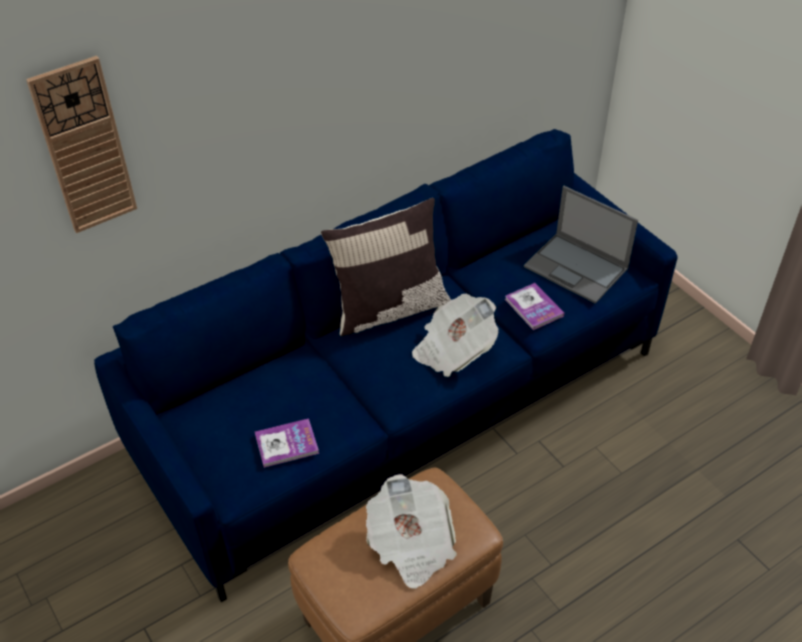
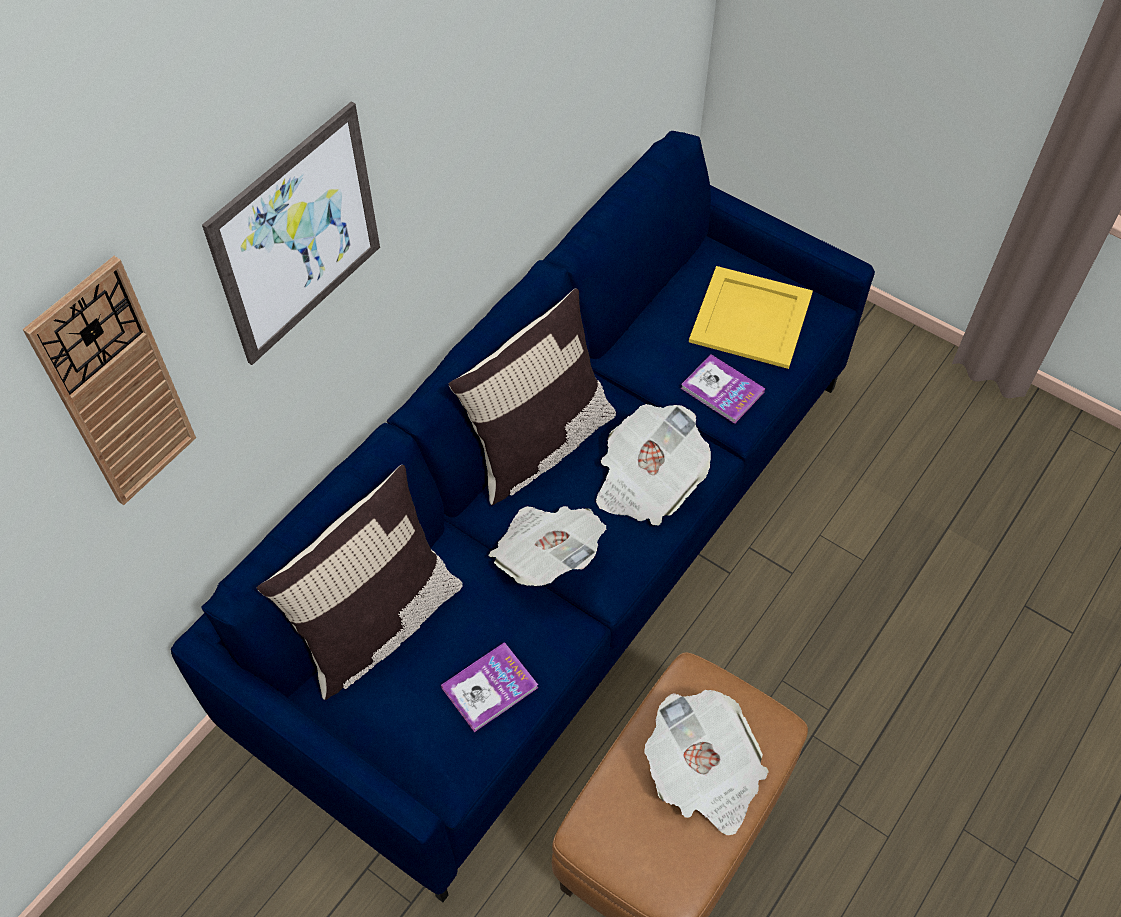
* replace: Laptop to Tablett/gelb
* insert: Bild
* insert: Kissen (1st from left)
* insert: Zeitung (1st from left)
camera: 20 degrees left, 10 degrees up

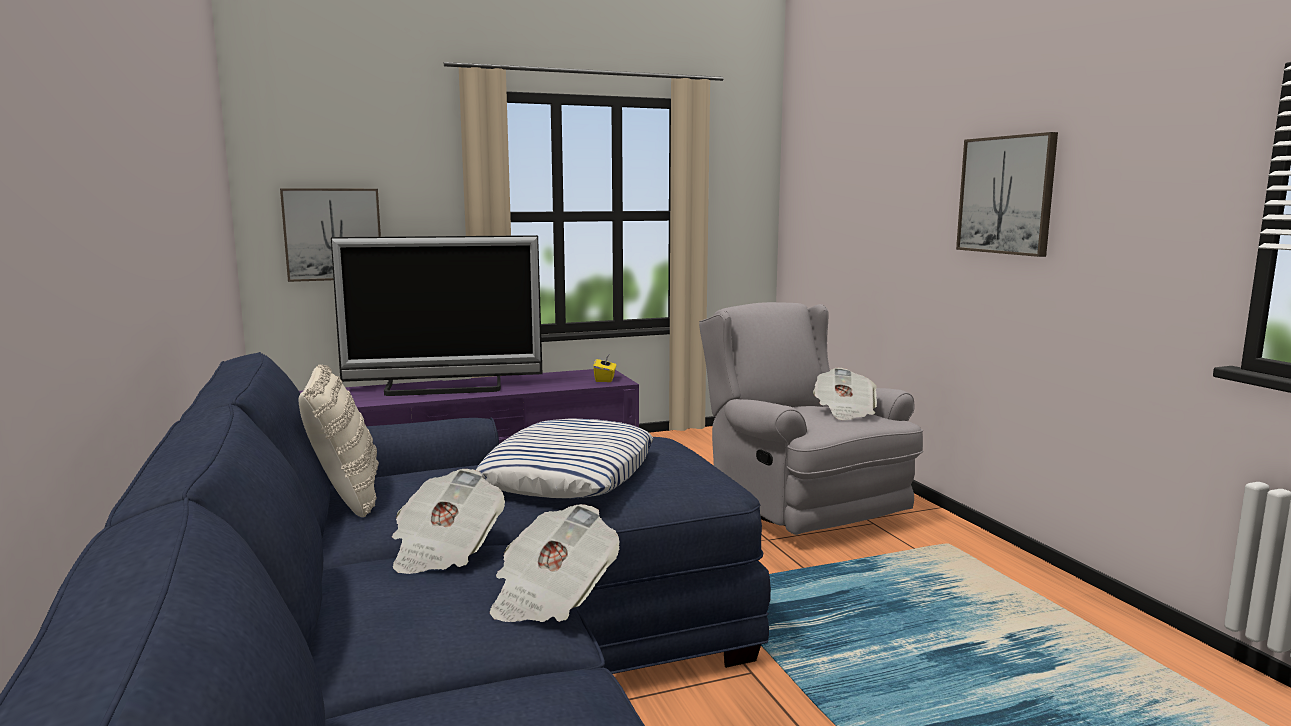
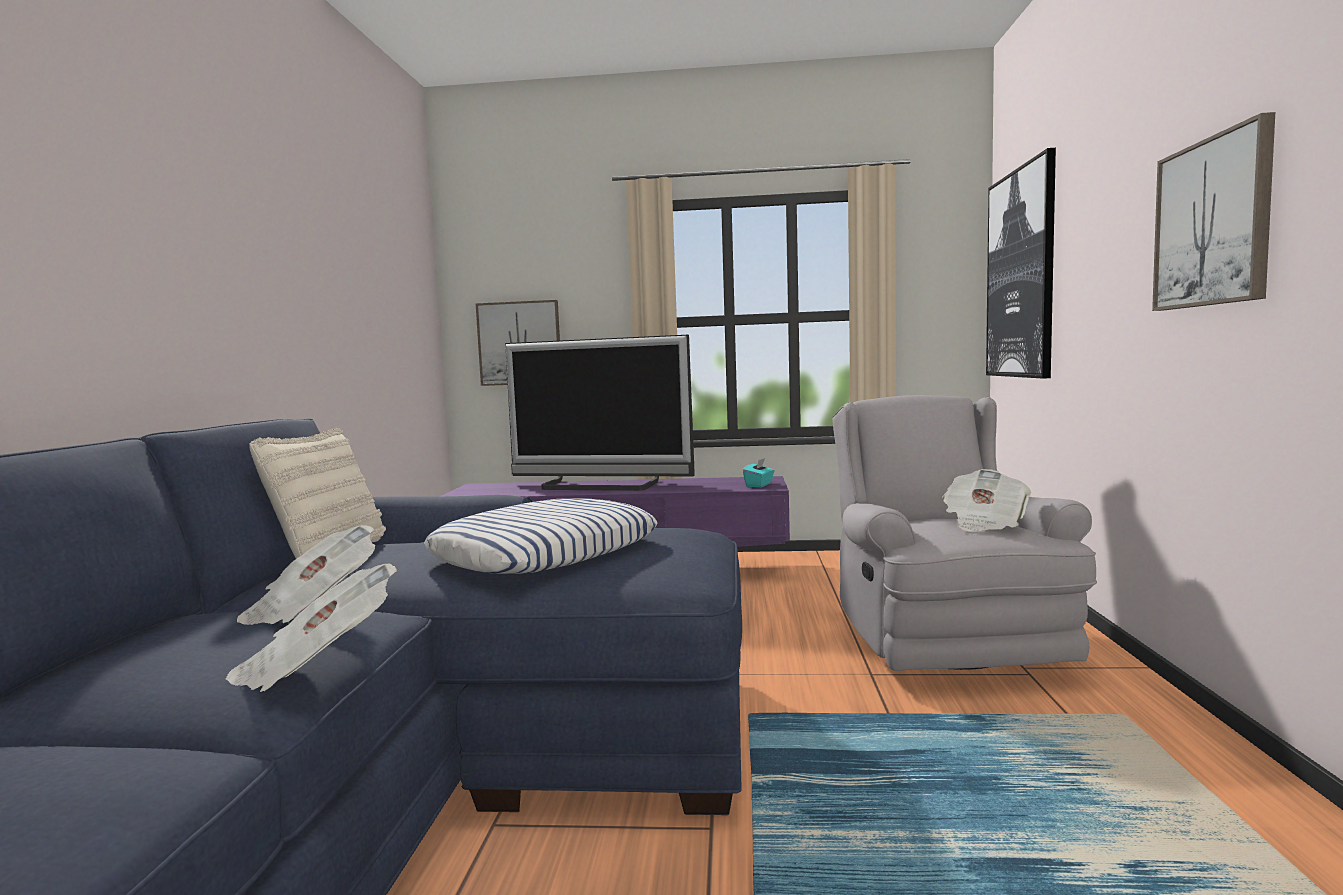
* recolor: Taschentuchbox/gelb to Taschentuchbox/türkis
* insert: Bild (2nd from left)
camera: 25 degrees right, 5 degrees down

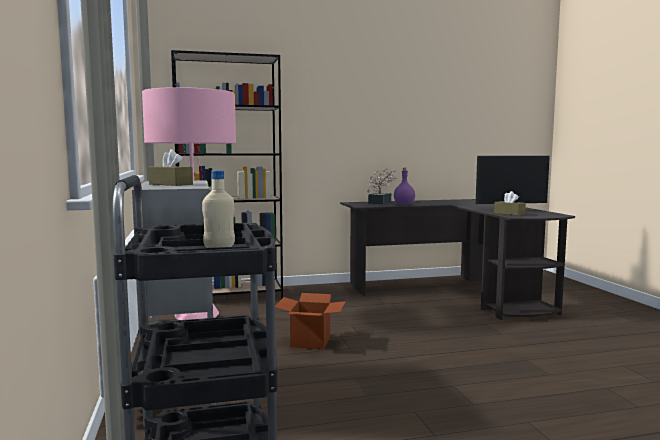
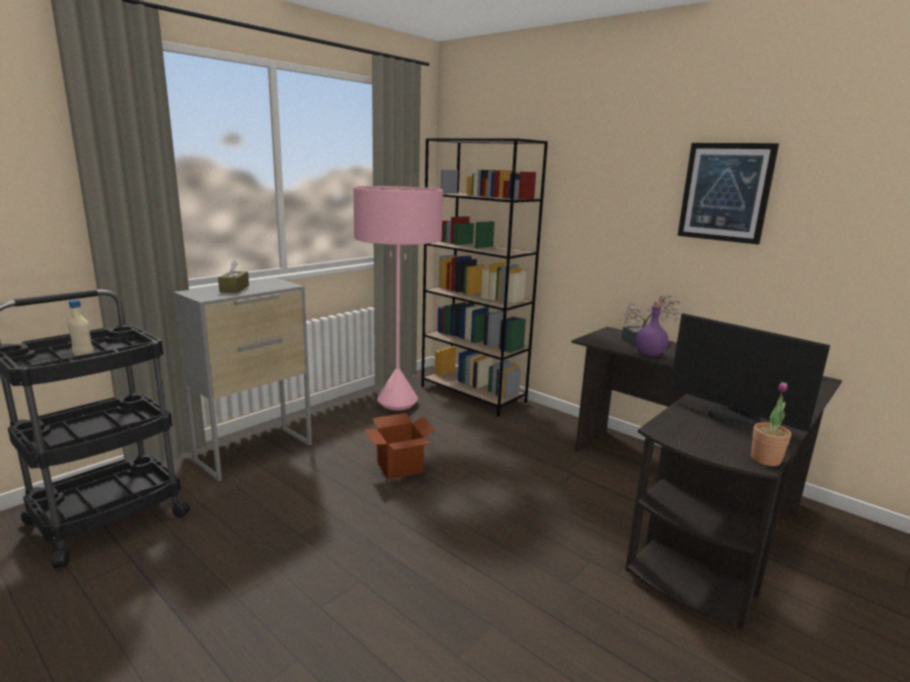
* delete: Taschentuchbox/braun (2nd from left)
* insert: Bild
* insert: Topfpflanze (2nd from left)
camera: 55 degrees right, 10 degrees up

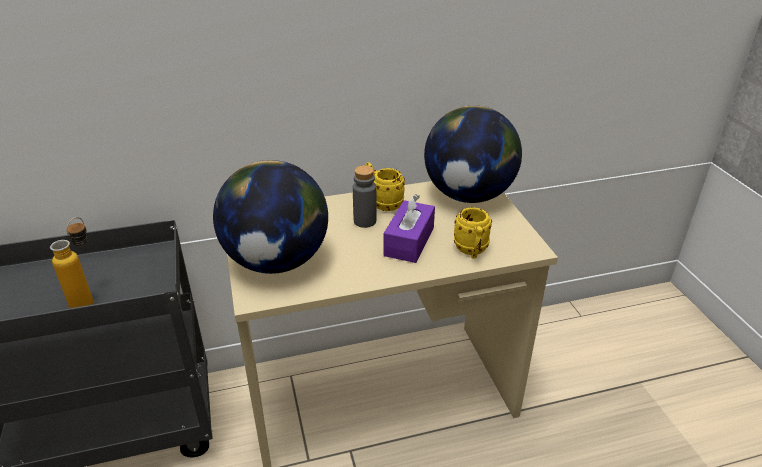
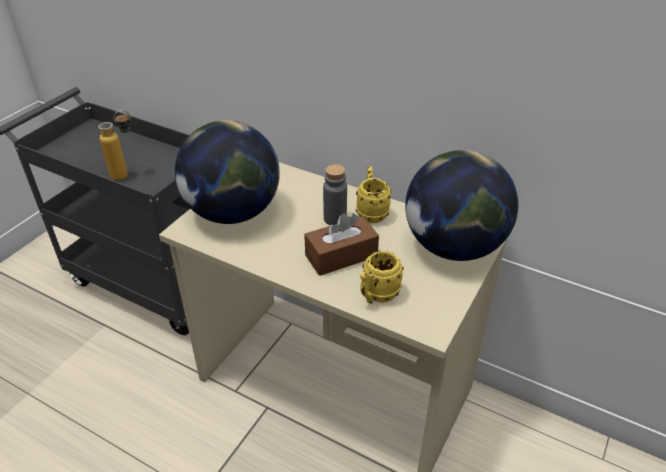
* recolor: Taschentuchbox/lila to Taschentuchbox/braun
camera: 45 degrees right, 5 degrees up

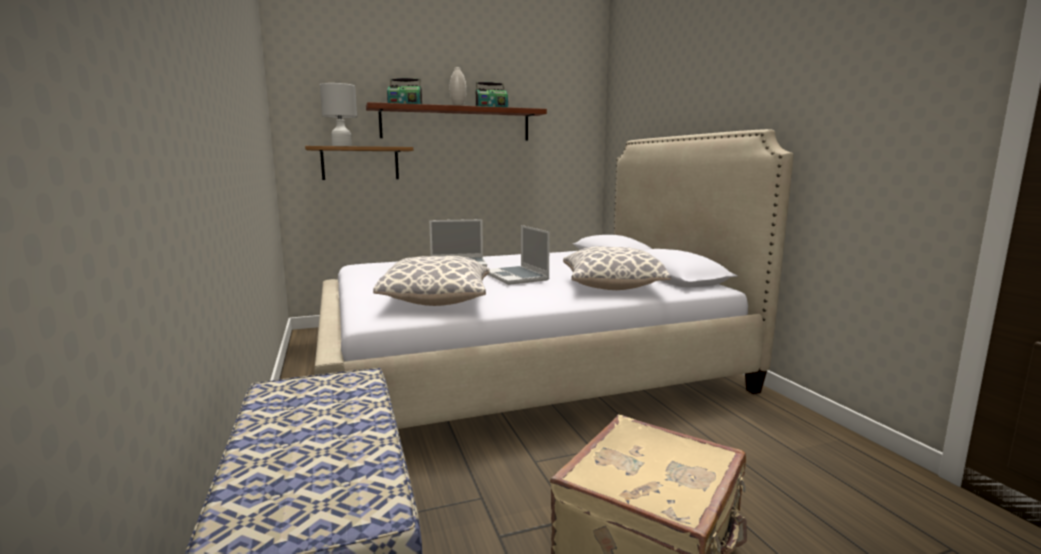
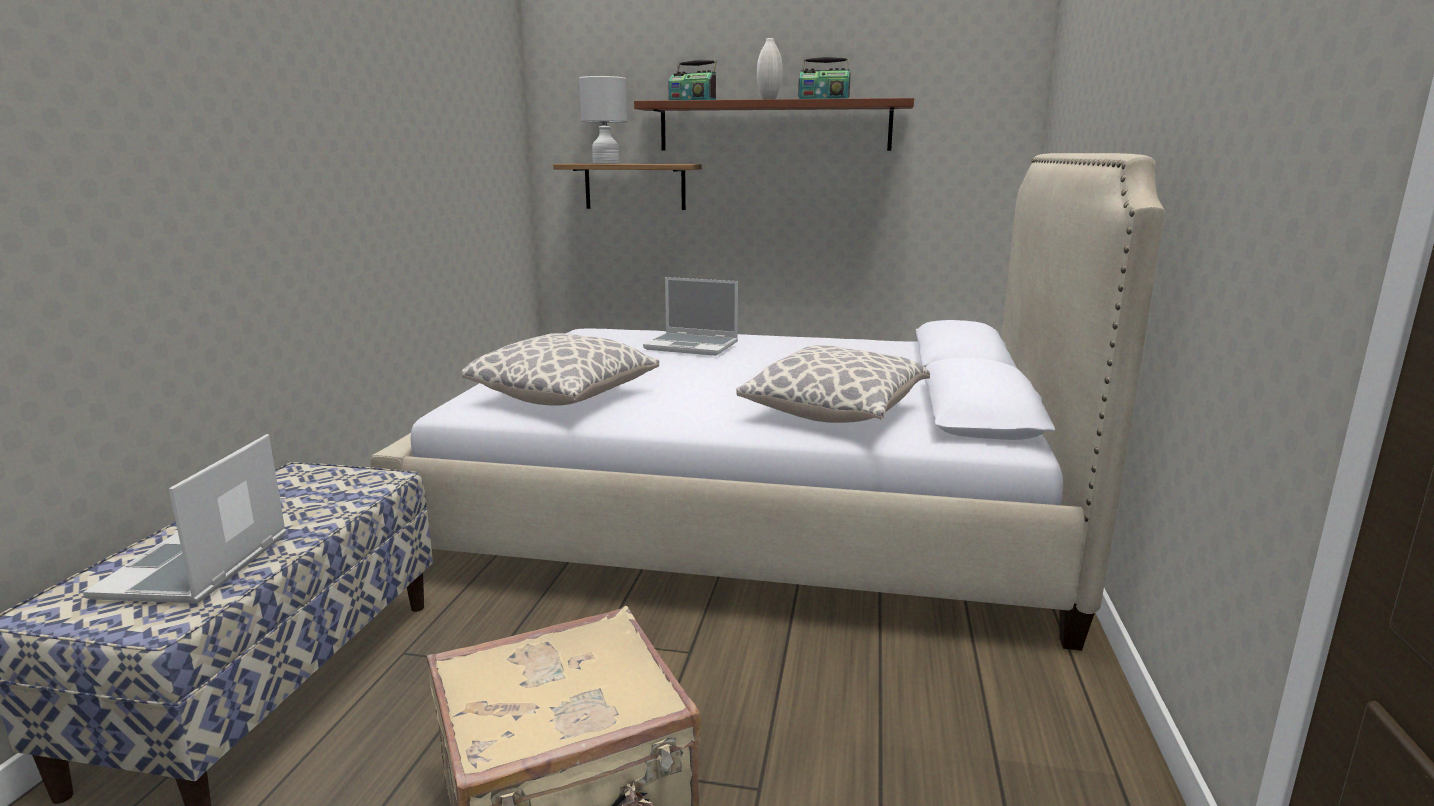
* move: Laptop (2nd from left in the first image) to Laptop (1st from left)
camera: 30 degrees right, 5 degrees up

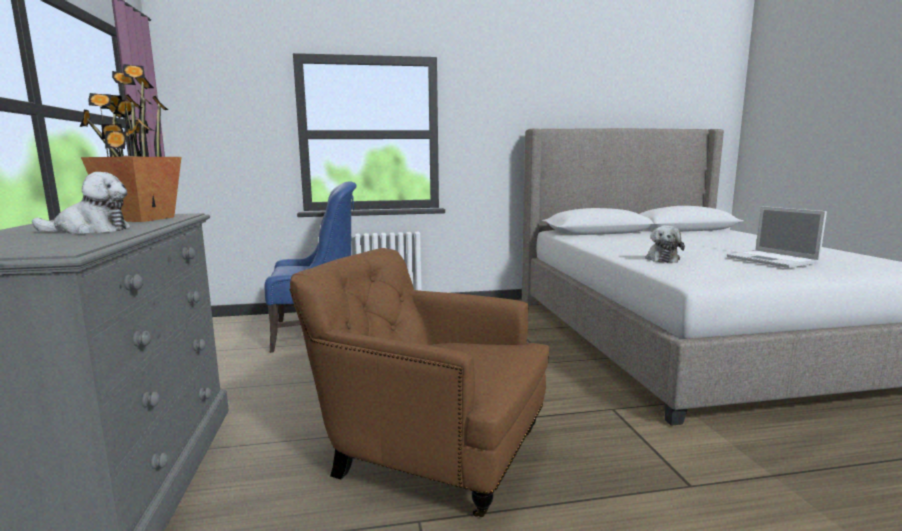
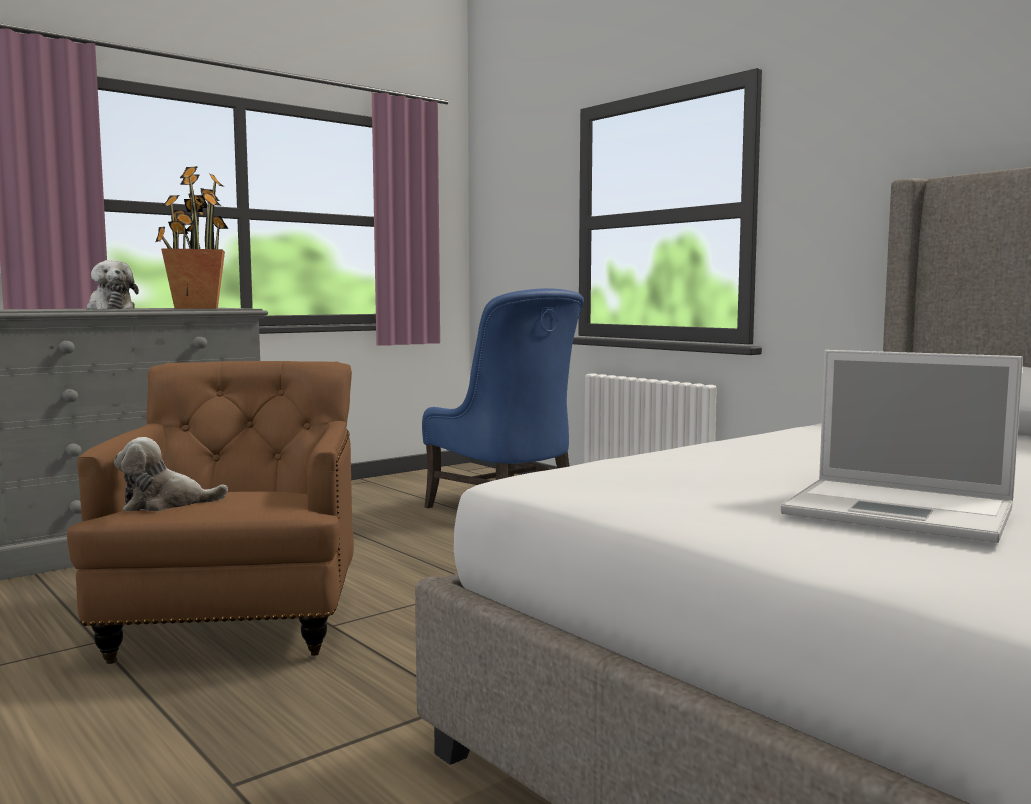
* move: Plüschtier (2nd from left)
* rotate: Laptop 90 degrees counterclockwise
camera: 60 degrees right, 5 degrees down

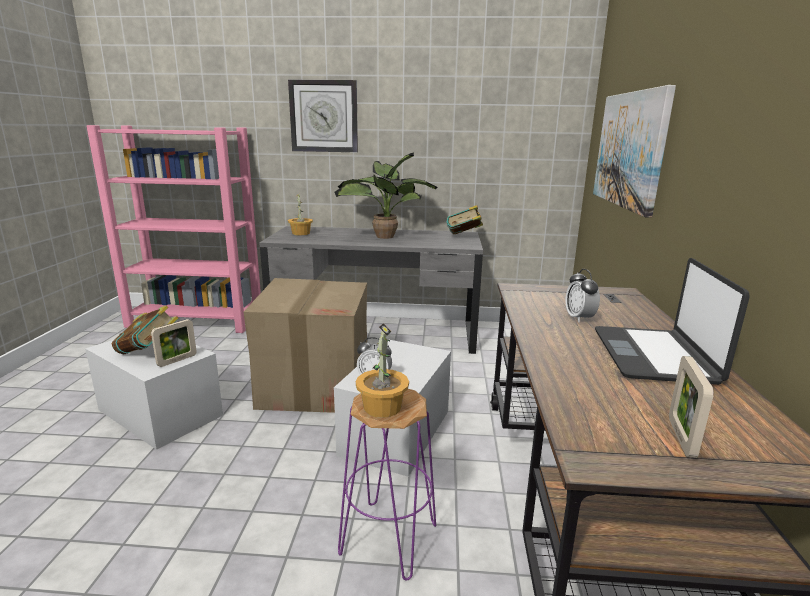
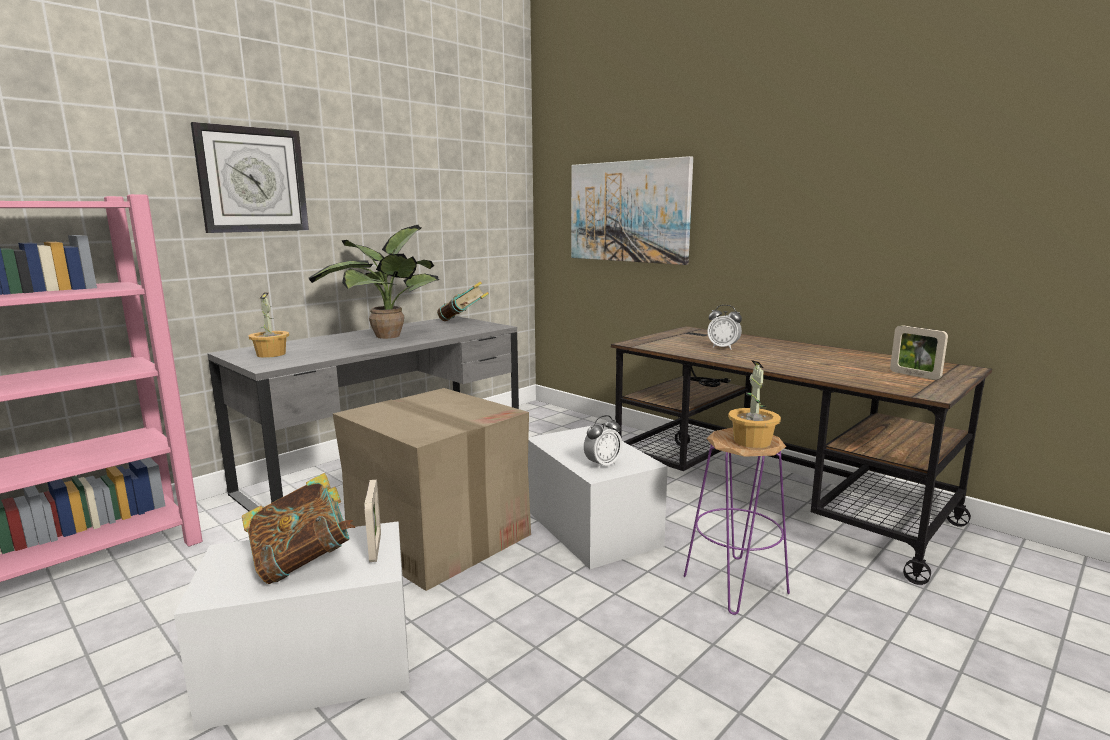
* delete: Laptop
camera: 50 degrees left, 5 degrees down

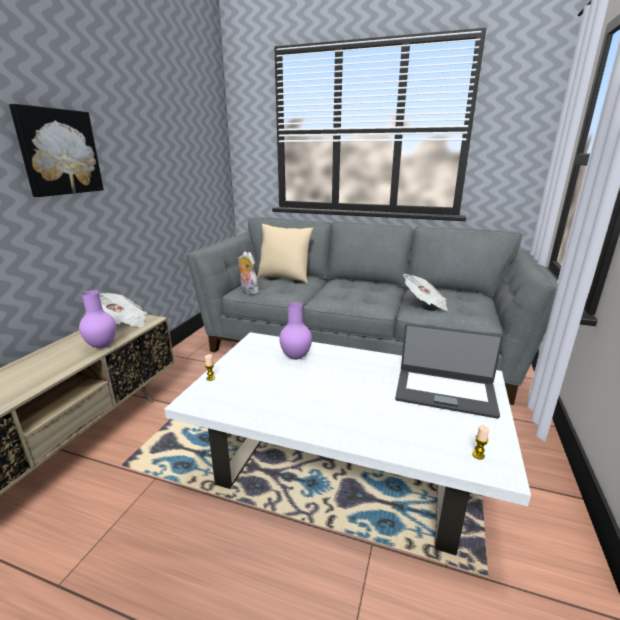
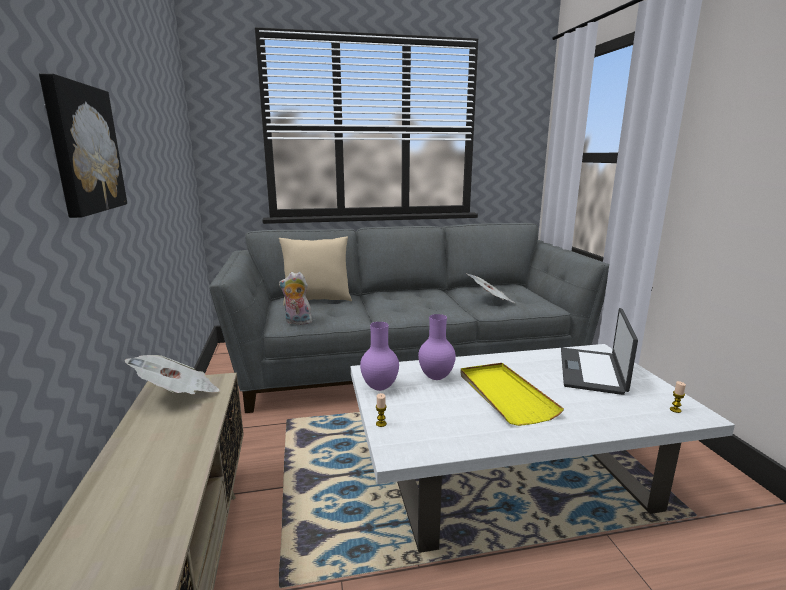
* move: Vase/lila (1st from left)
* rotate: Laptop 120 degrees clockwise
* insert: Tablett/gelb
camera: 30 degrees left, 5 degrees down

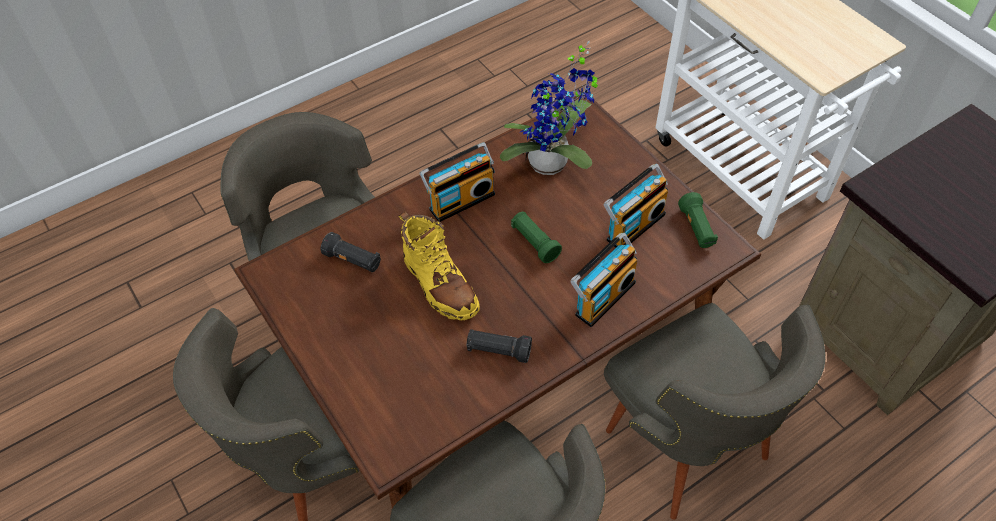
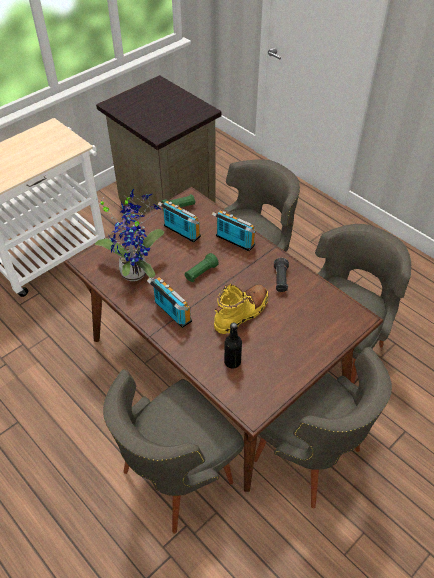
* replace: Taschenlampe/schwarz (1st from left) to Flasche/schwarz
camera: 100 degrees left, 5 degrees down

